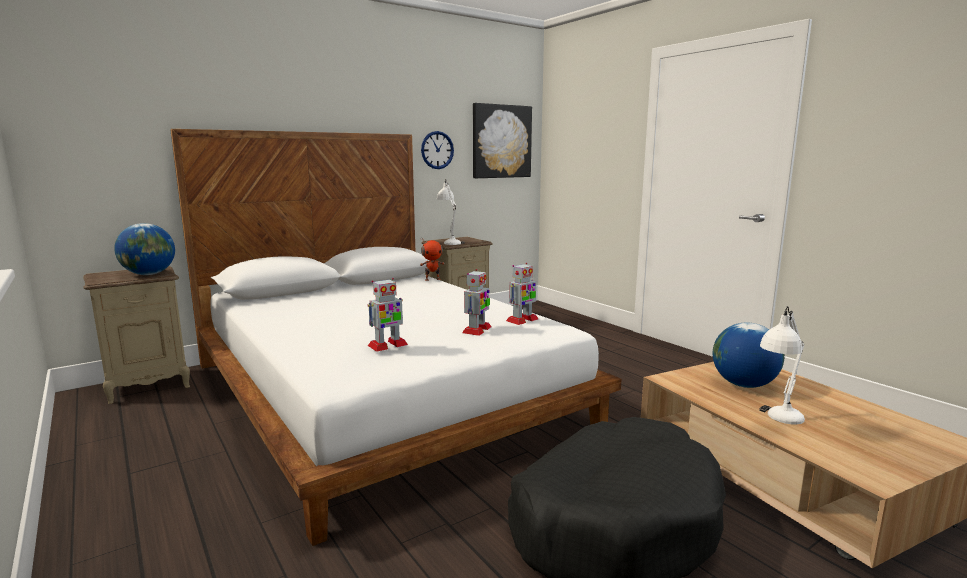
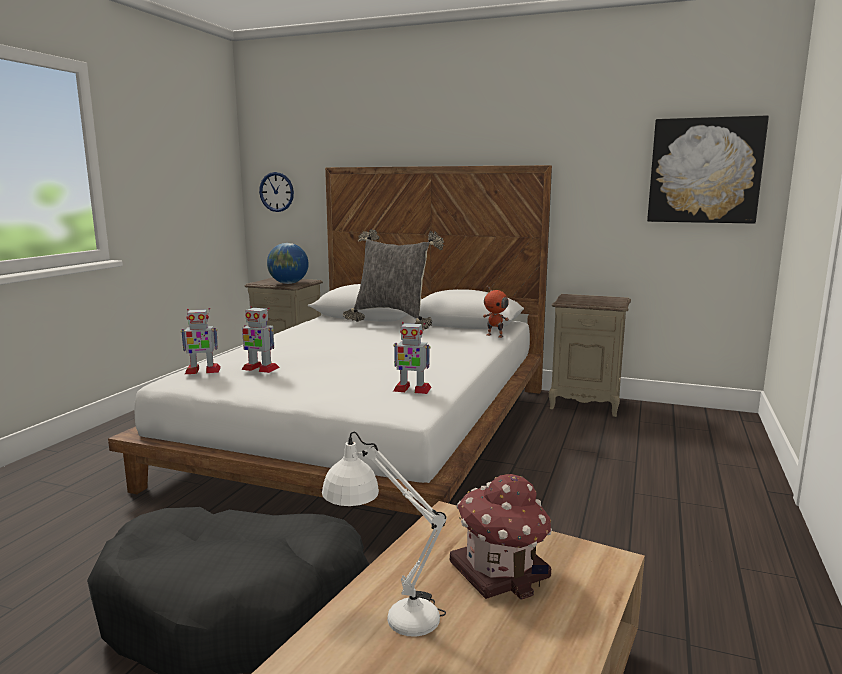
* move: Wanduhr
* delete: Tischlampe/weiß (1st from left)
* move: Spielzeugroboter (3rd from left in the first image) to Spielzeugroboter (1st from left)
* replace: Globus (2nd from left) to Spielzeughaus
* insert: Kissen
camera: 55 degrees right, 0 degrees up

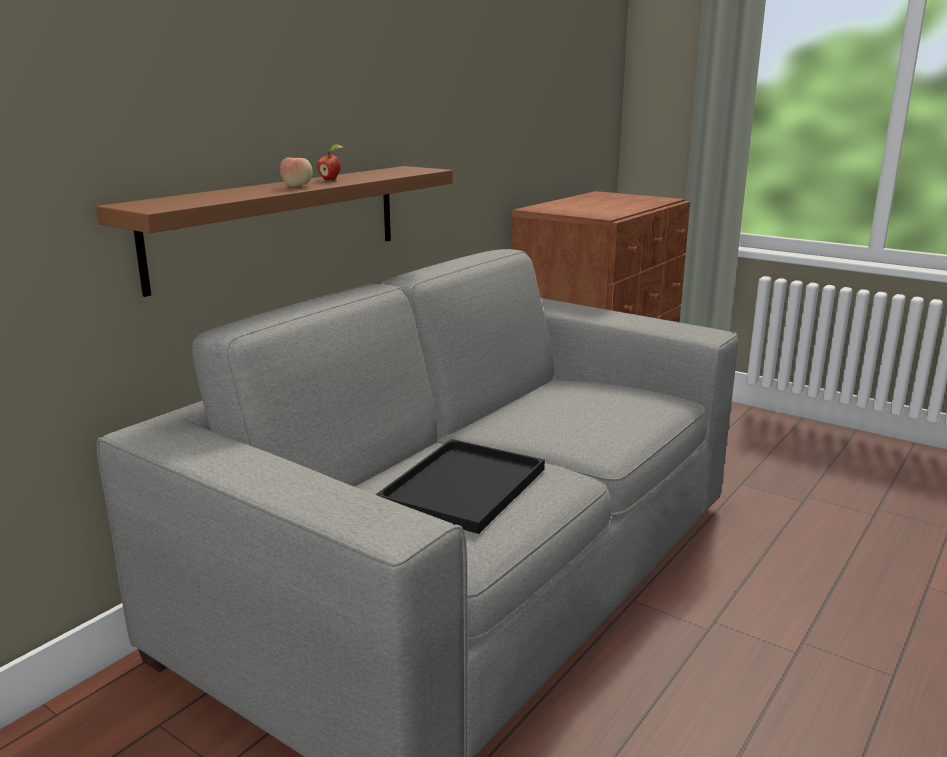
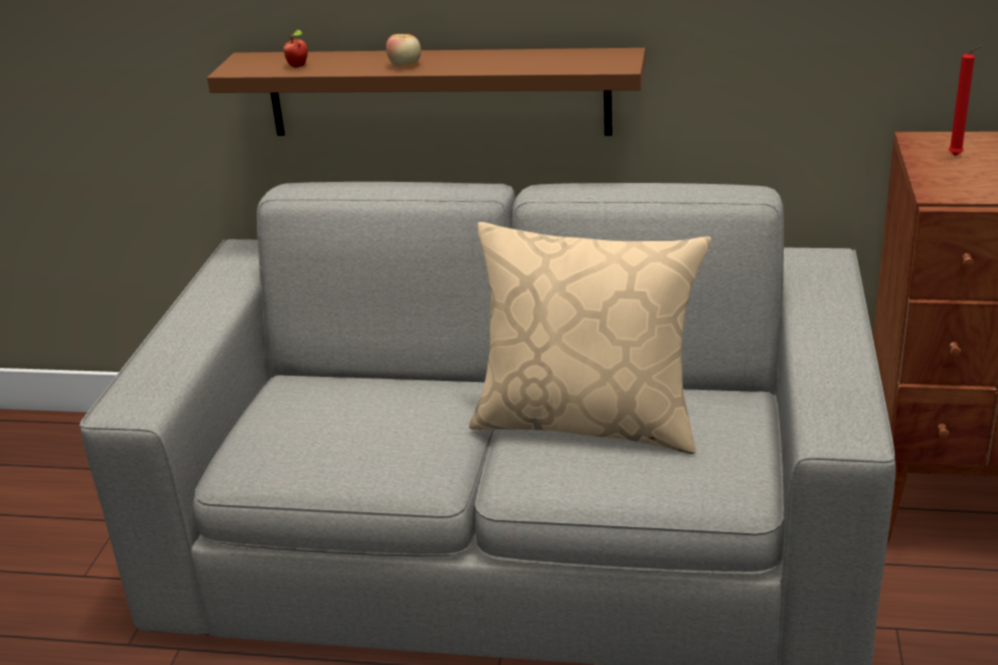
* move: Apfel (2nd from left in the first image) to Apfel (1st from left)
* delete: Tablett/schwarz
* insert: Kissen/beige
* insert: Kerze/rot
camera: 65 degrees right, 10 degrees up

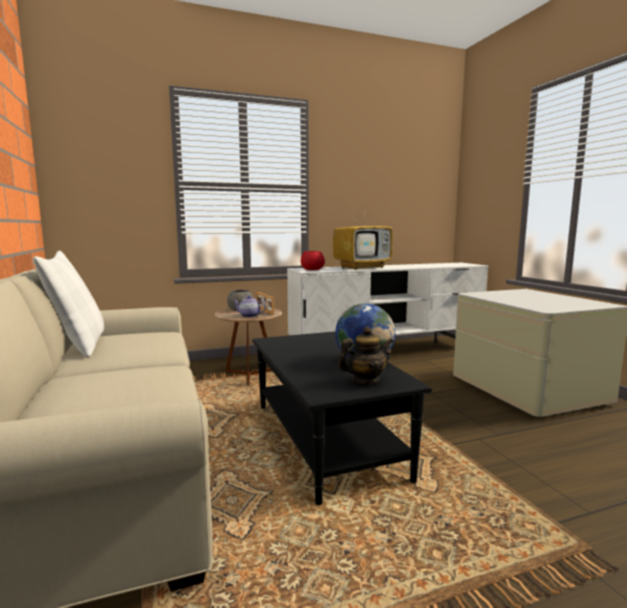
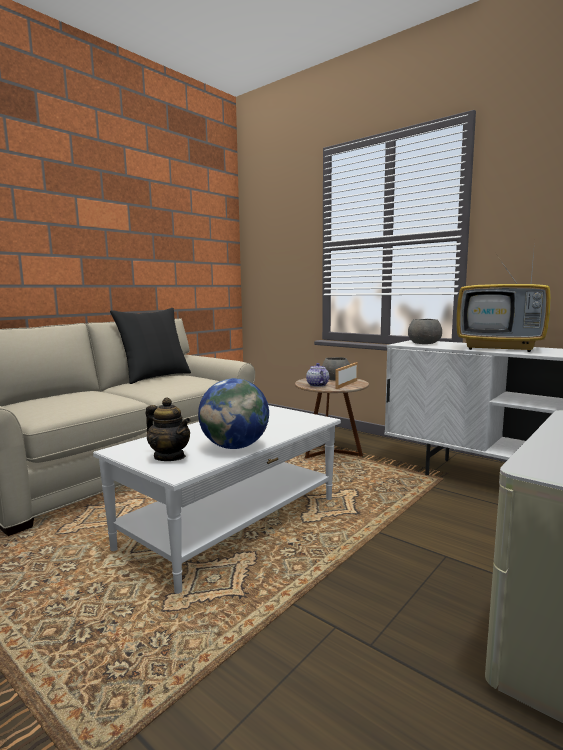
* recolor: Kissen/weiß to Kissen/schwarz
* recolor: Couchtisch/schwarz to Couchtisch/weiß
* recolor: Schüssel/rot to Schüssel/grau (2nd from left)
camera: 60 degrees right, 0 degrees up

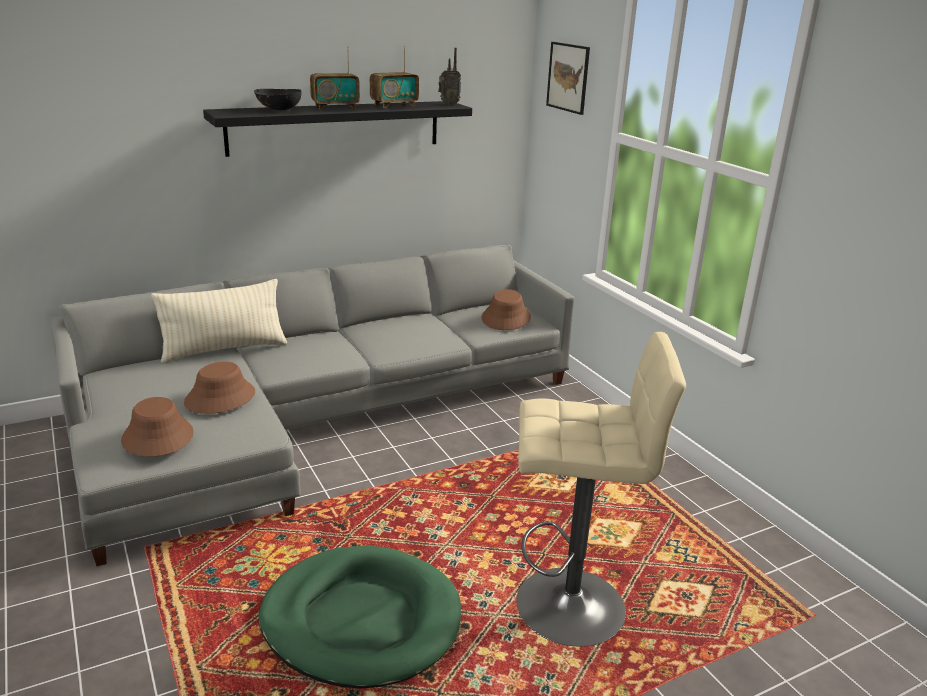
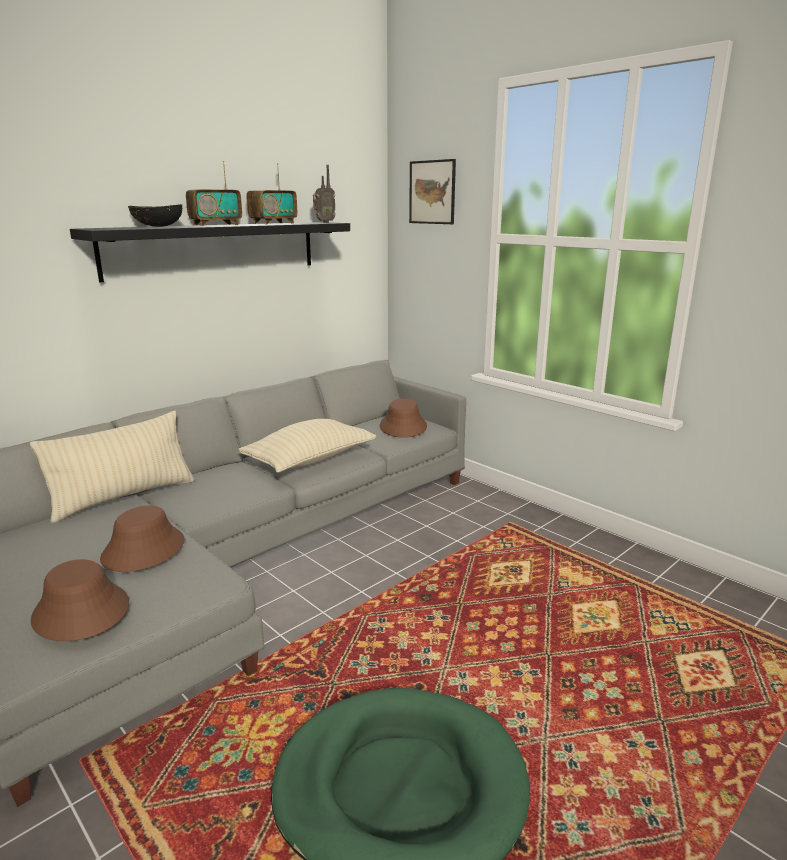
* delete: Hocker/beige
* insert: Kissen/beige (2nd from left)
camera: 15 degrees left, 5 degrees down

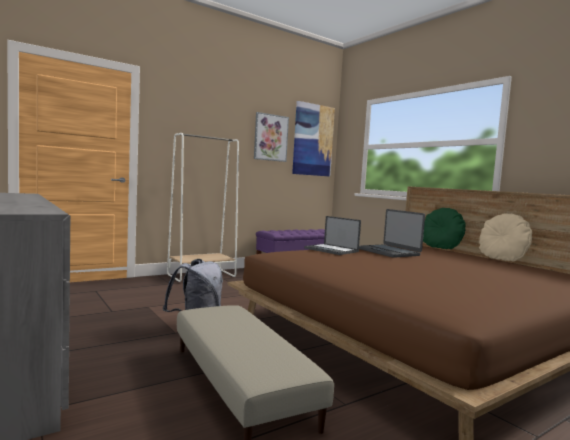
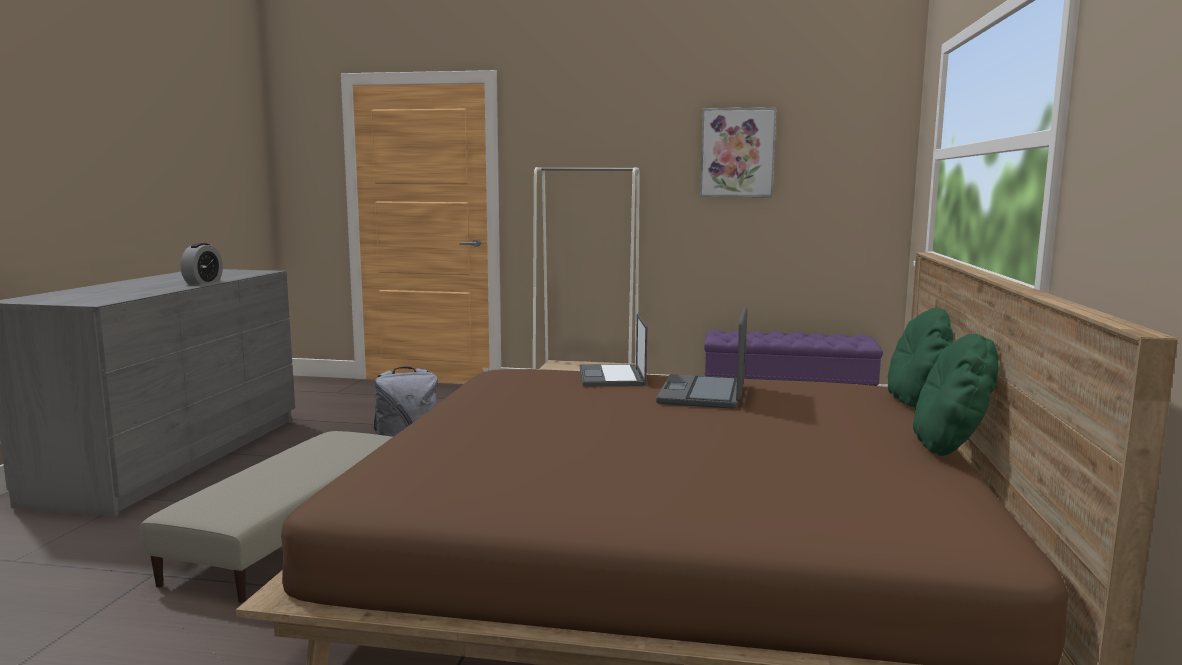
* delete: Bild (2nd from left)
* recolor: Kissen/beige to Kissen/grün (2nd from left)
* insert: Wecker
camera: 45 degrees right, 5 degrees up

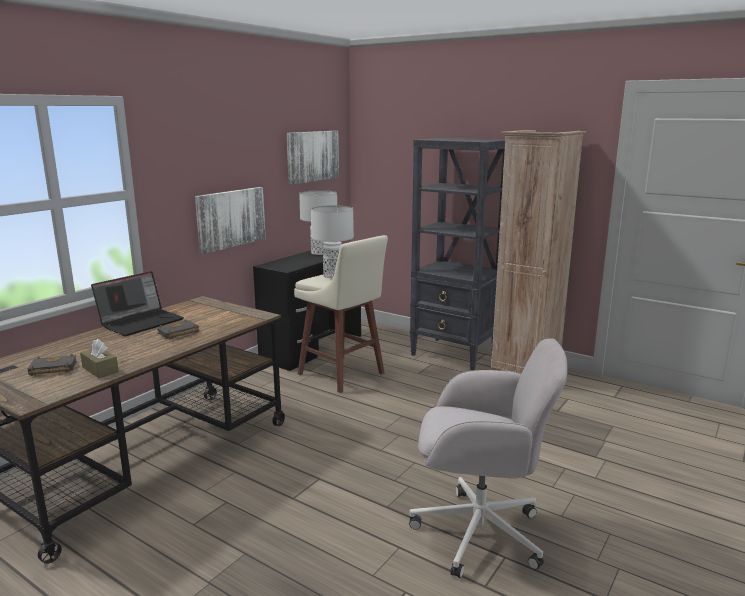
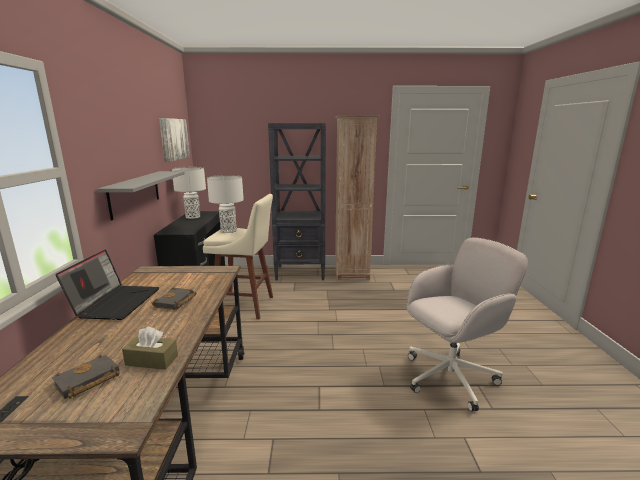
* replace: Bild (1st from left) to Wandregal/grau
camera: 35 degrees left, 0 degrees up

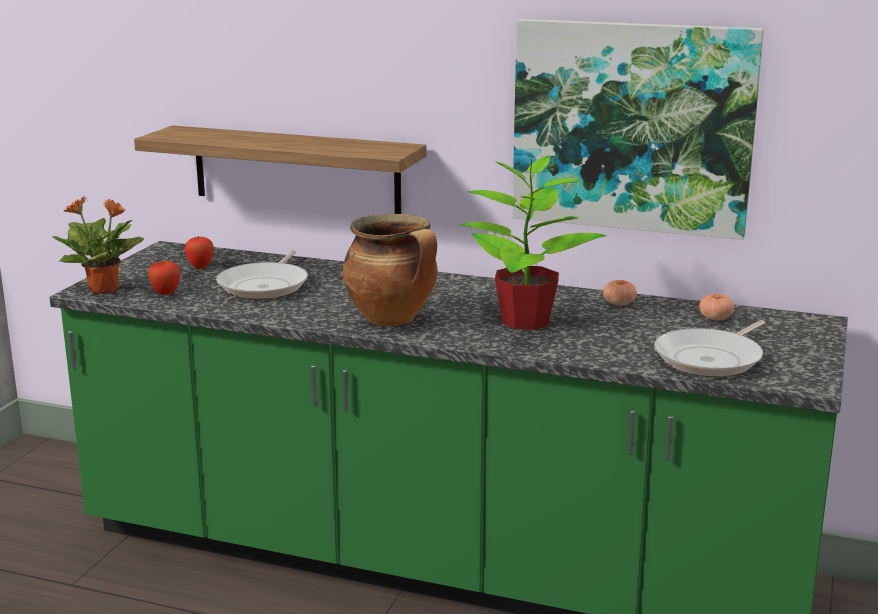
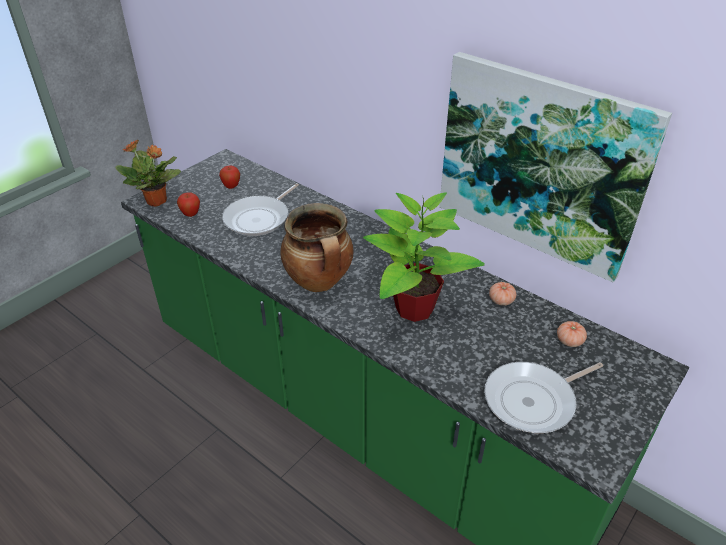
* delete: Wandregal
camera: 20 degrees right, 20 degrees up

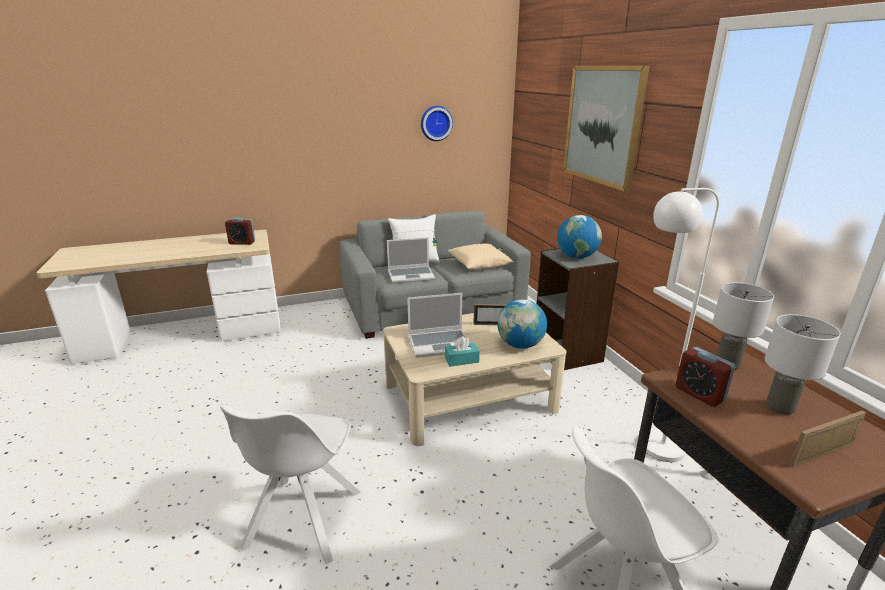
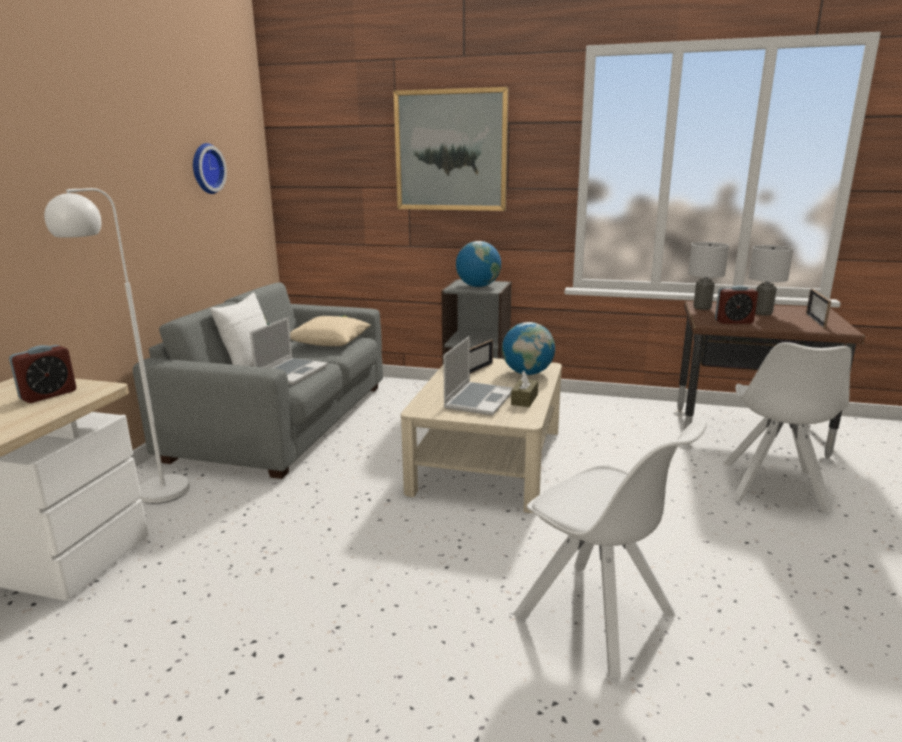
* recolor: Taschentuchbox/türkis to Taschentuchbox/braun
* move: Stehlampe/weiß
camera: 55 degrees left, 5 degrees down

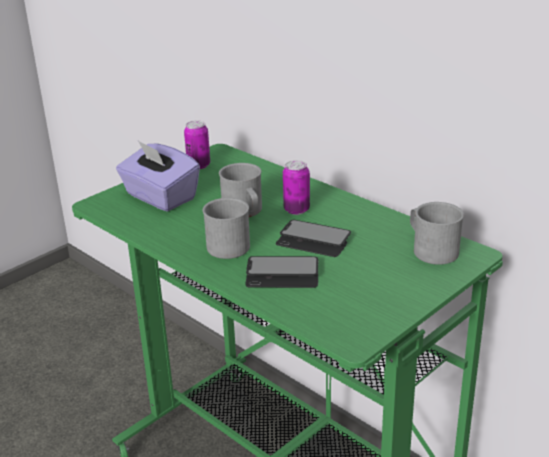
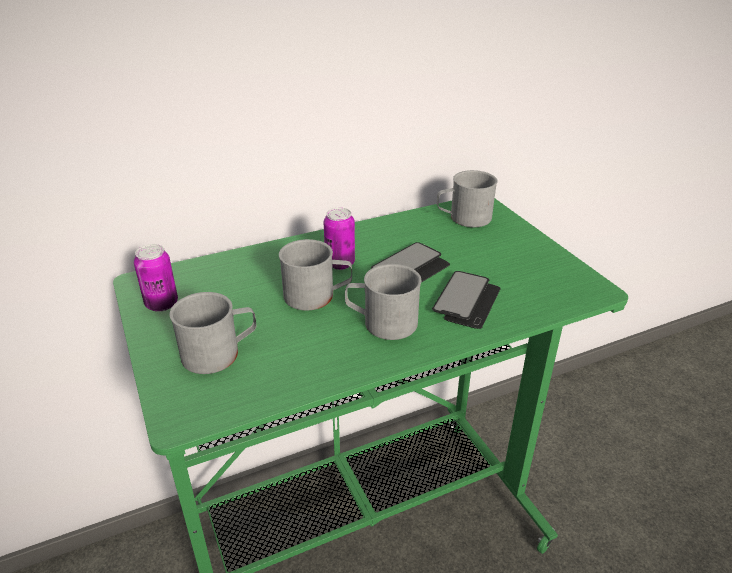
* replace: Taschentuchbox/lila to Henkelbecher/grau (1st from left)
camera: 70 degrees left, 5 degrees up

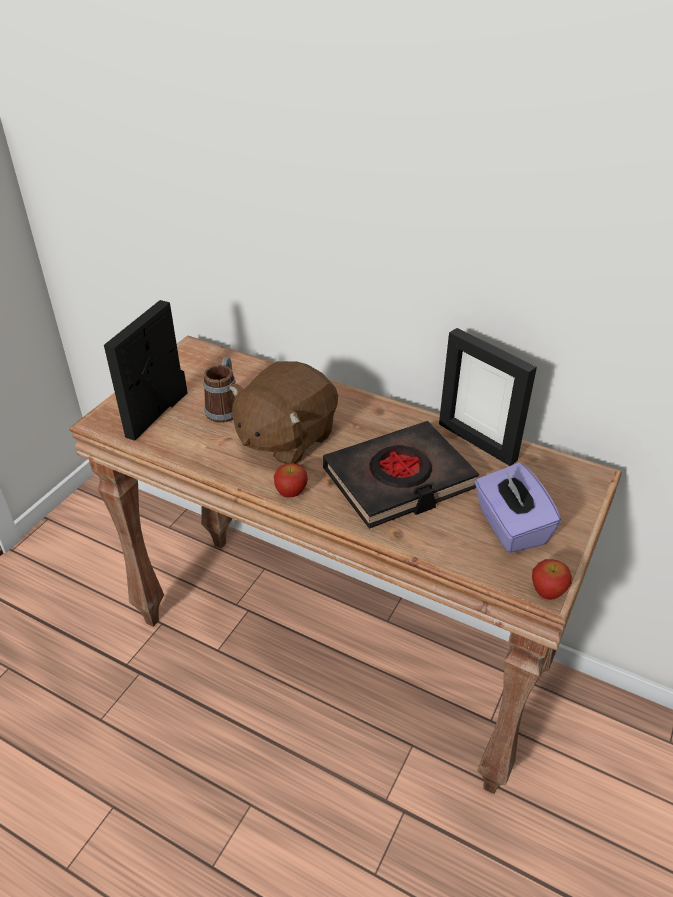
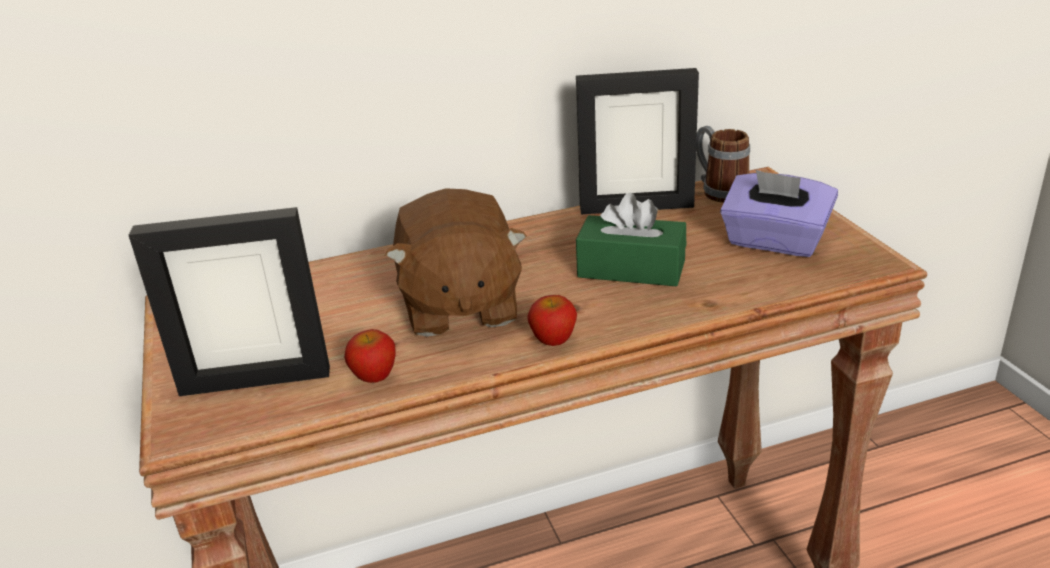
* rotate: Bilderrahmen (1st from left) 75 degrees counterclockwise
* move: Henkelbecher
* replace: Buch/schwarz to Taschentuchbox/grün
* move: Apfel (2nd from left in the first image) to Apfel (1st from left)
camera: 45 degrees left, 10 degrees down

